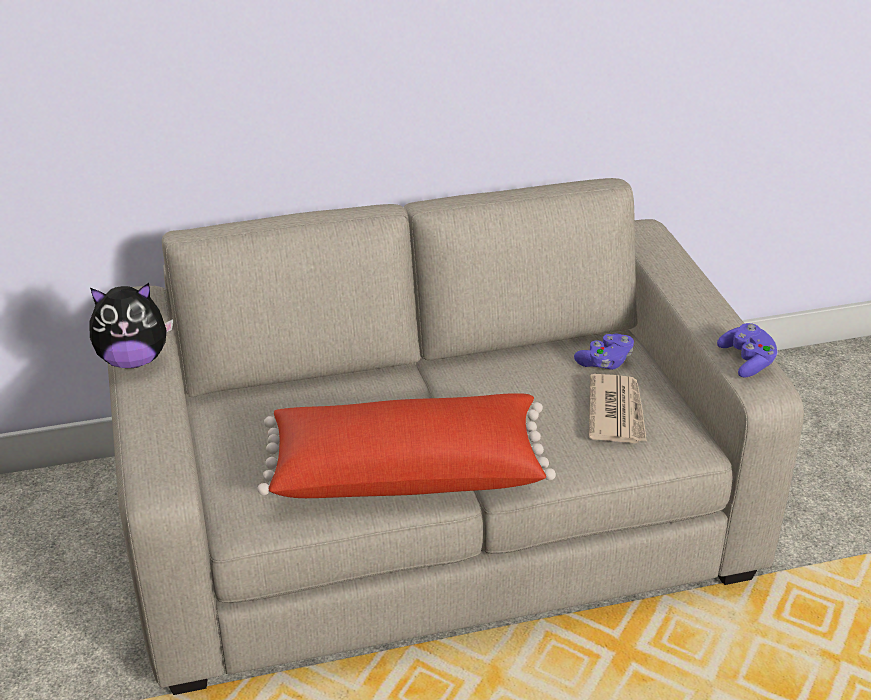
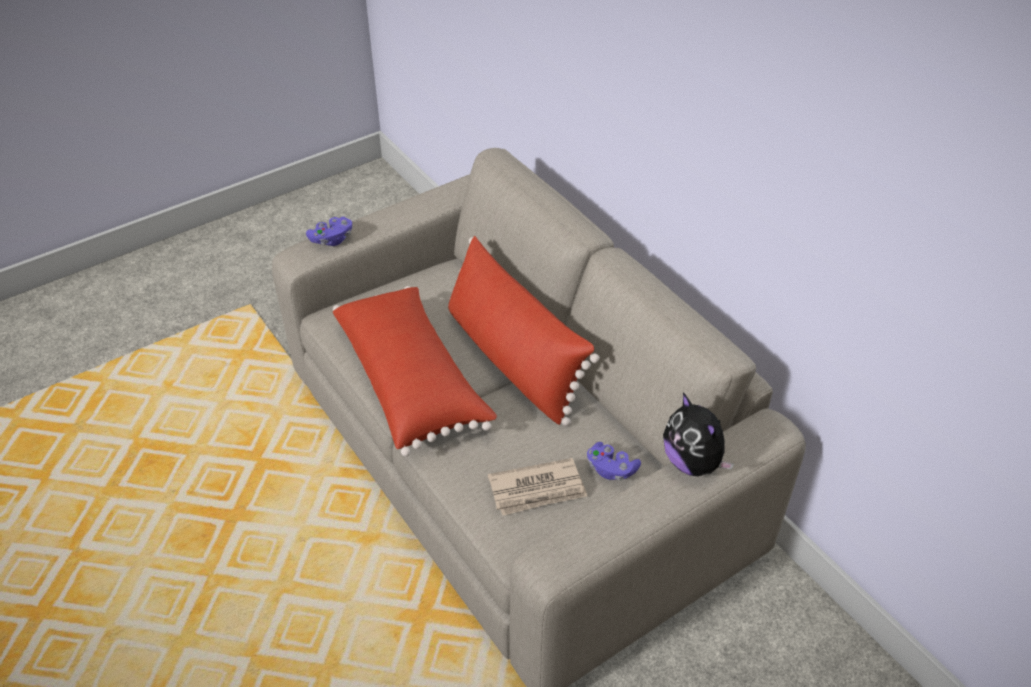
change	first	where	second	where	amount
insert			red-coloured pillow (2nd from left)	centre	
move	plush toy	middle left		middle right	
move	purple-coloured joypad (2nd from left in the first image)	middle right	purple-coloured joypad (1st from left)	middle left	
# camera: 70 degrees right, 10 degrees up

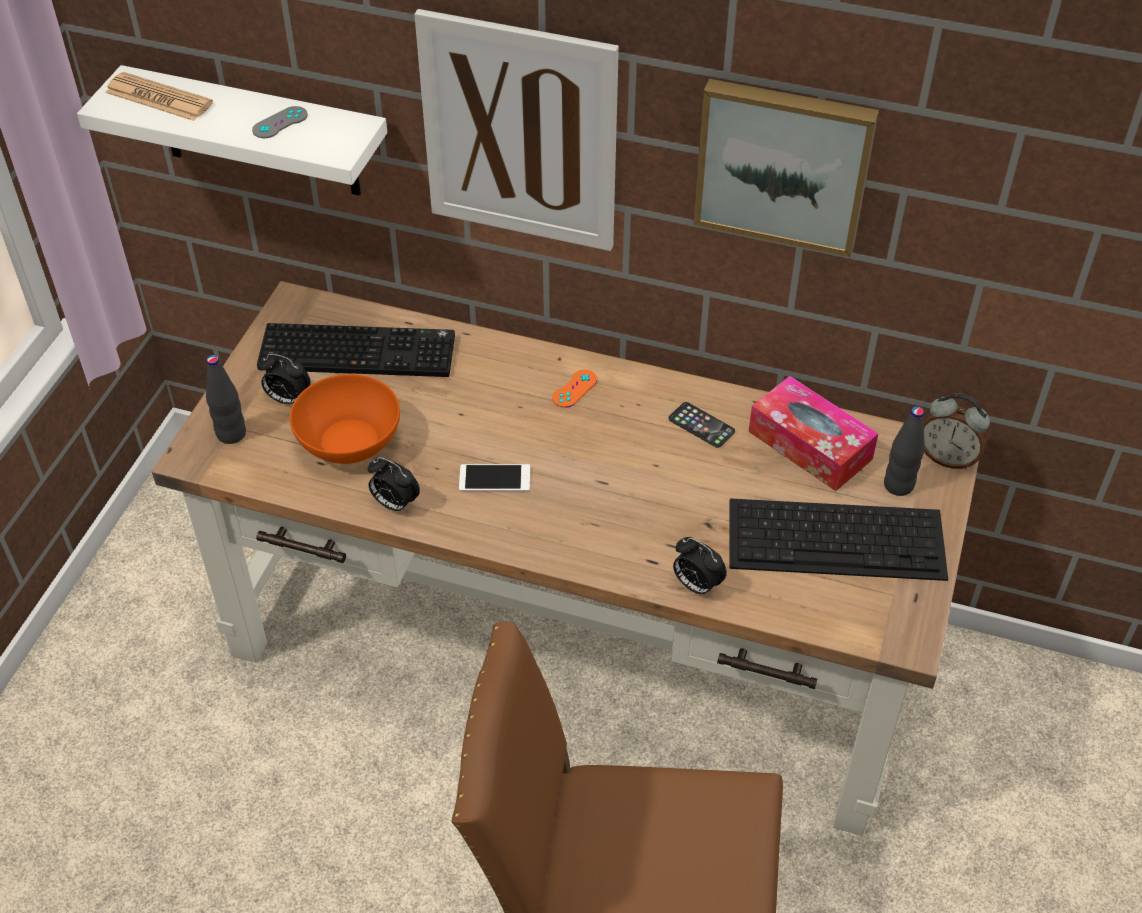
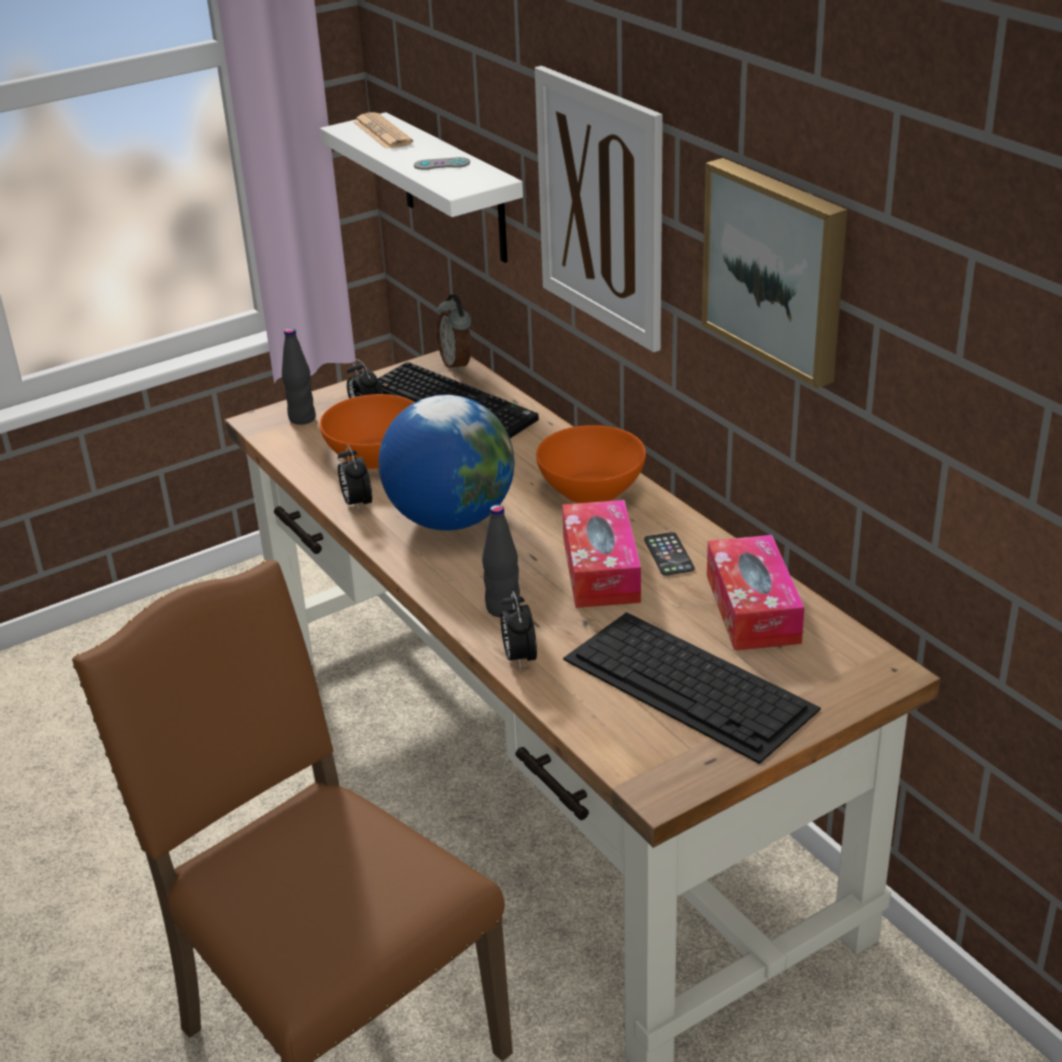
change	first	where	second	where	amount
insert			box of tissues (1st from left)	centre	
move	black-coloured beverage bottle (2nd from left)	middle right		centre	
move	table clock (4th from left in the first image)	middle right	table clock (3rd from left)	top centre	
replace	telephone (1st from left)	centre	world globe	centre	
replace	orange-coloured joypad	centre	orange-coloured deep dish (2nd from left)	centre	
# camera: 40 degrees right, 15 degrees down

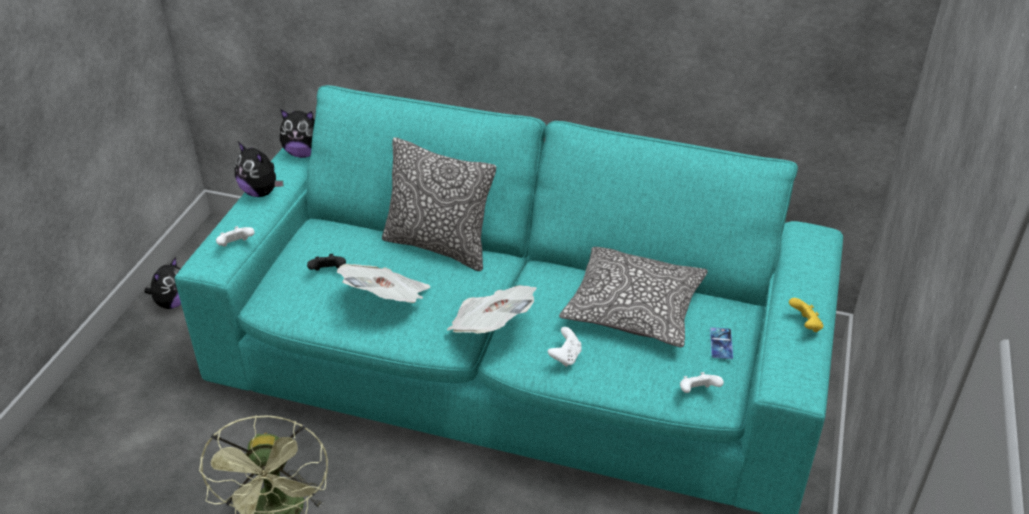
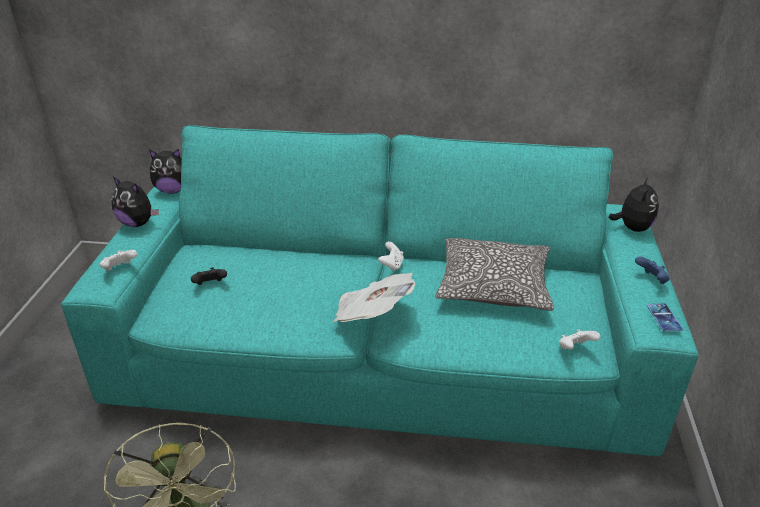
change	first	where	second	where	amount
delete	daily paper (1st from left)	centre			
delete	pillow (1st from left)	centre			
move	plush toy (1st from left in the first image)	middle left	plush toy (3rd from left)	middle right	
move	whitish joypad (2nd from left)	bottom centre		centre	
move	telephone	bottom right		middle right	
recolor	yellowish joypad	middle right	bluish joypad	middle right	
# camera: 10 degrees left, 5 degrees down

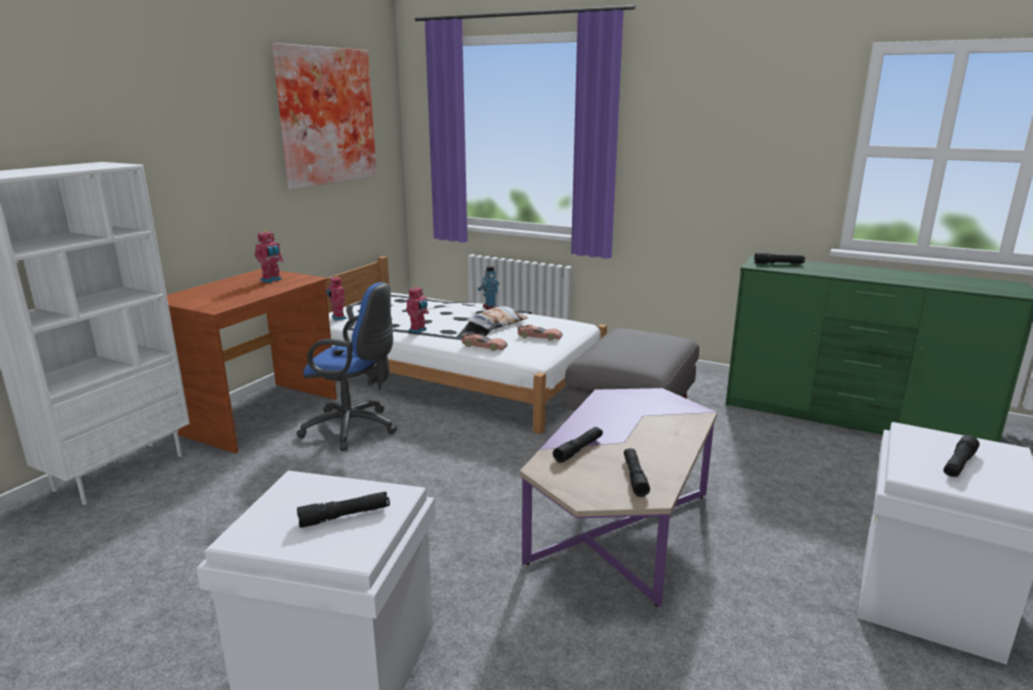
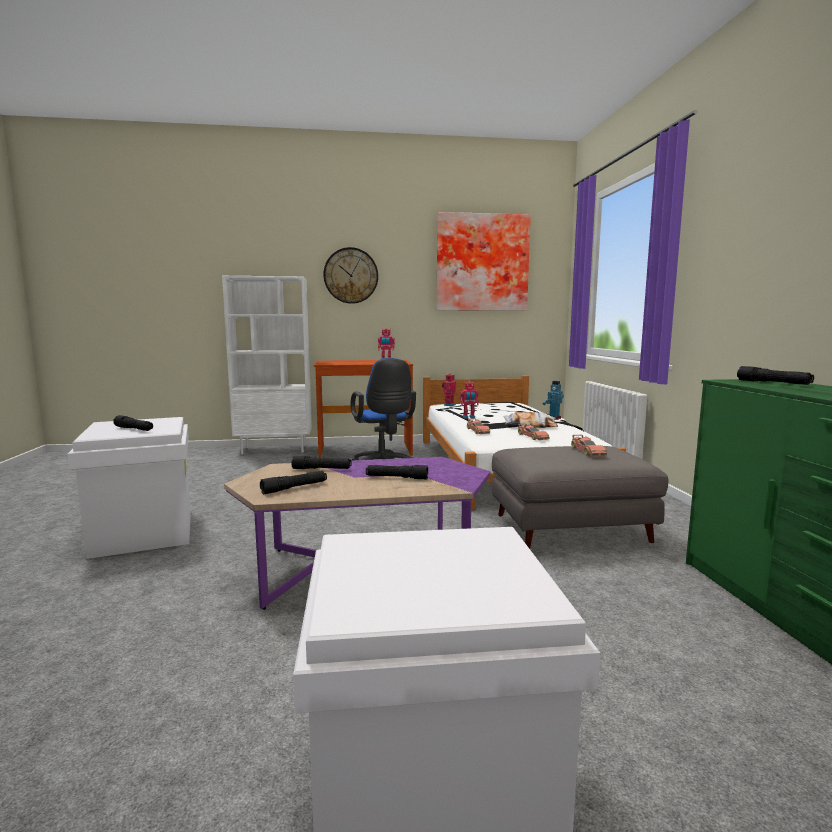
change	first	where	second	where	amount
insert			wall clock	top centre	
insert			model car (3rd from left)	middle right	
move	black-coloured torch (5th from left in the first image)	middle right	black-coloured torch (4th from left)	centre	
# camera: 55 degrees right, 10 degrees down

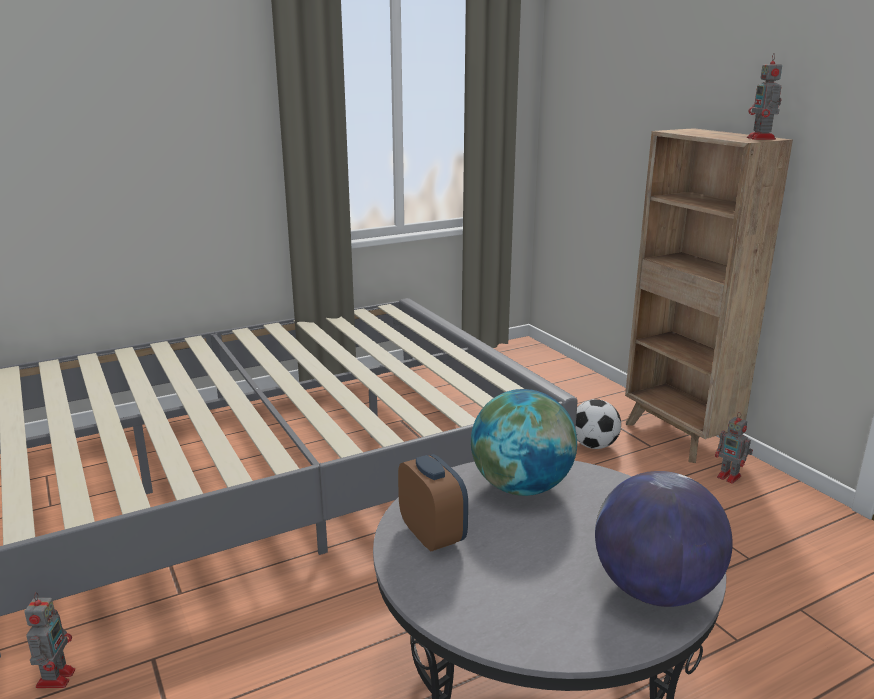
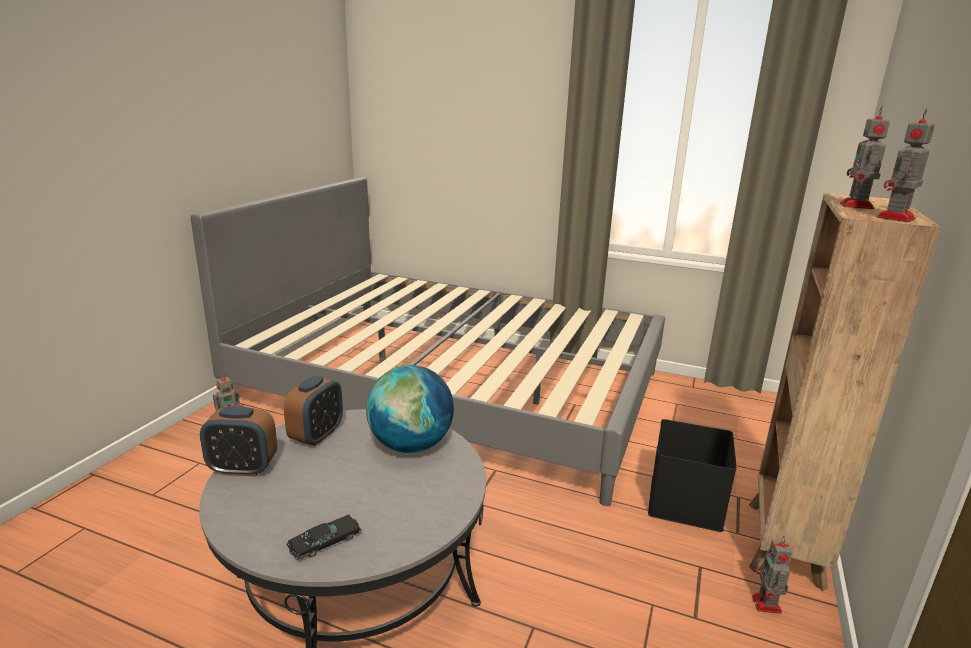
change	first	where	second	where	amount
insert			table clock (1st from left)	bottom left	
insert			toy robot (3rd from left)	top right	
replace	football	middle right	black-coloured storage bin	bottom right	
replace	world globe (2nd from left)	bottom right	black-coloured model car	bottom centre	
# camera: 50 degrees right, 0 degrees up

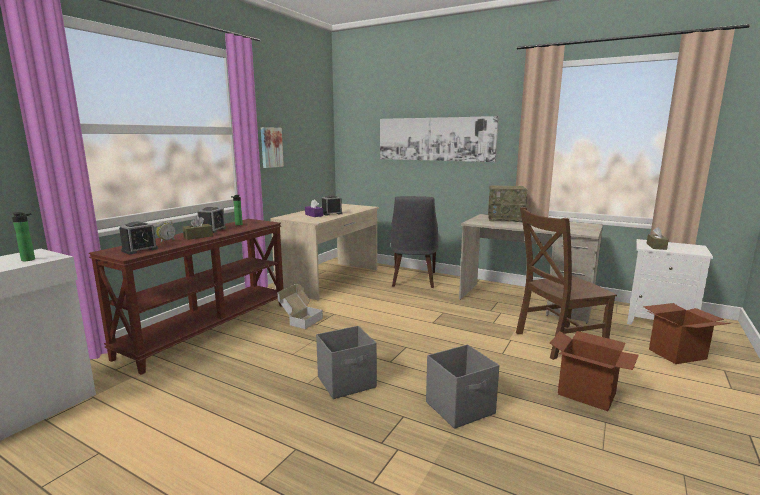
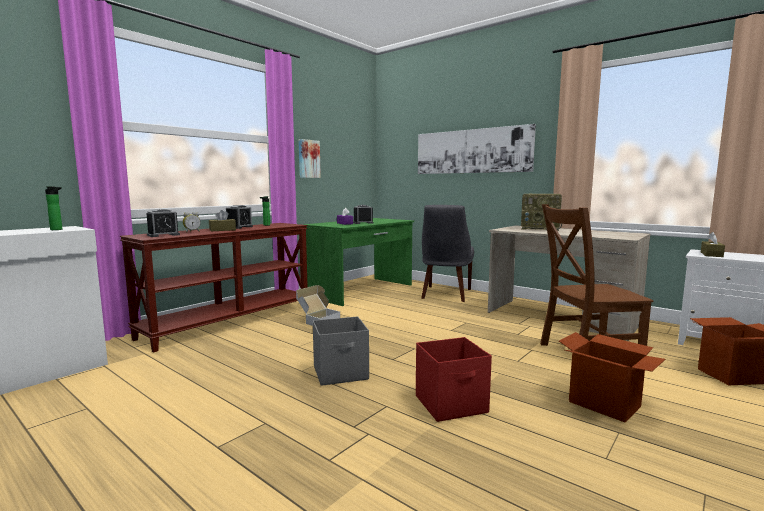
change	first	where	second	where	amount
recolor	beige-coloured desk unit (1st from left)	centre	green-coloured desk unit	centre	
recolor	gray storage bin (2nd from left)	bottom centre	red-coloured storage bin	bottom centre	
# camera: 10 degrees right, 5 degrees down

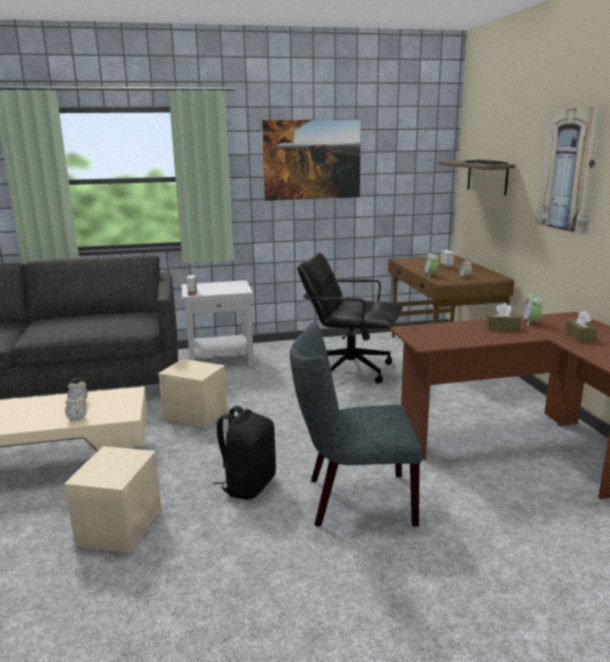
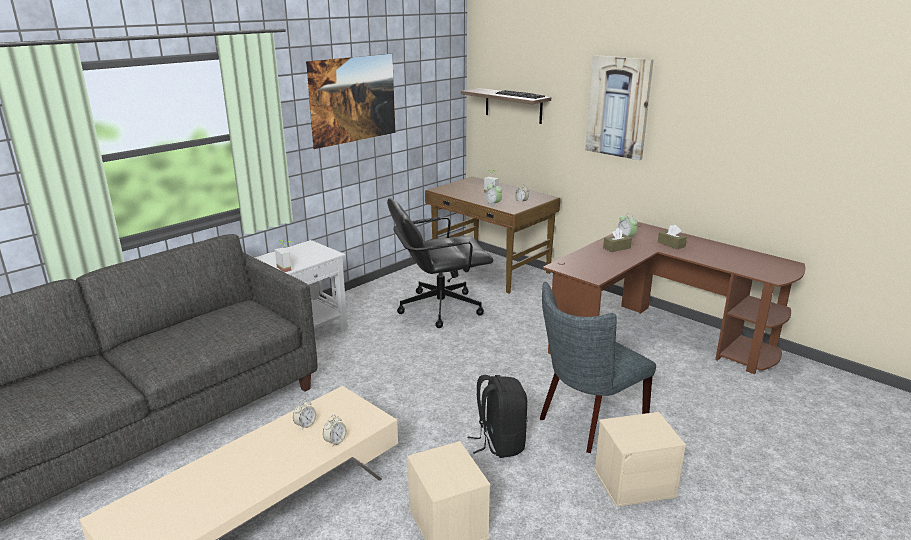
change	first	where	second	where	amount
move	beige-coloured storage bin (2nd from left)	middle left		bottom right	
# camera: 35 degrees left, 5 degrees up

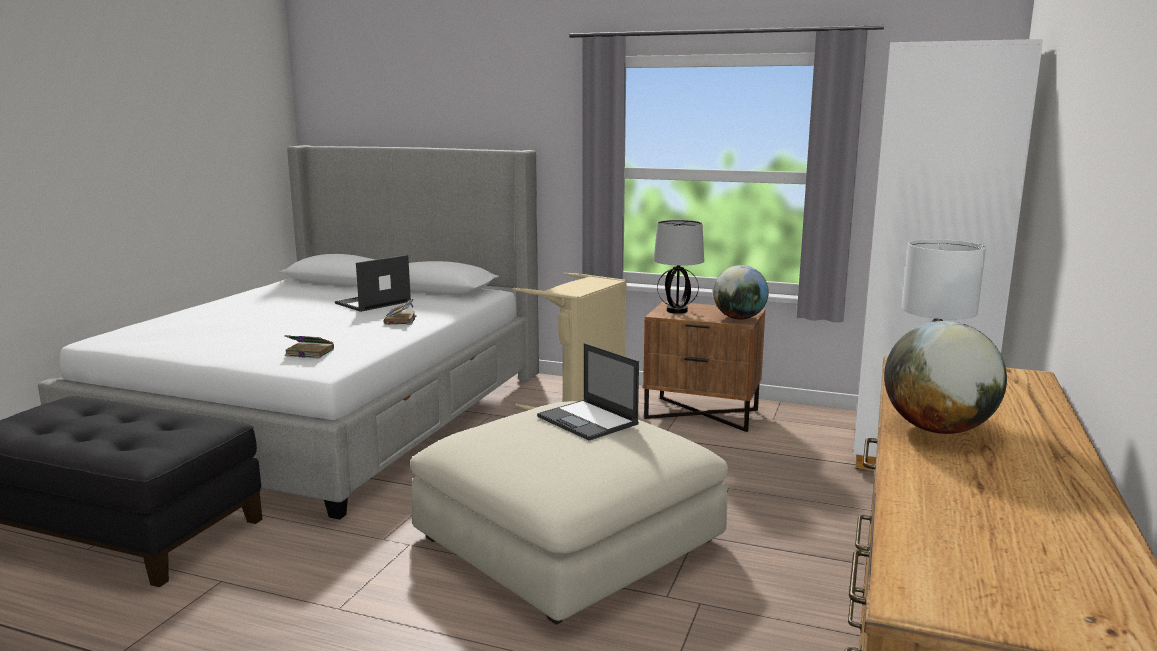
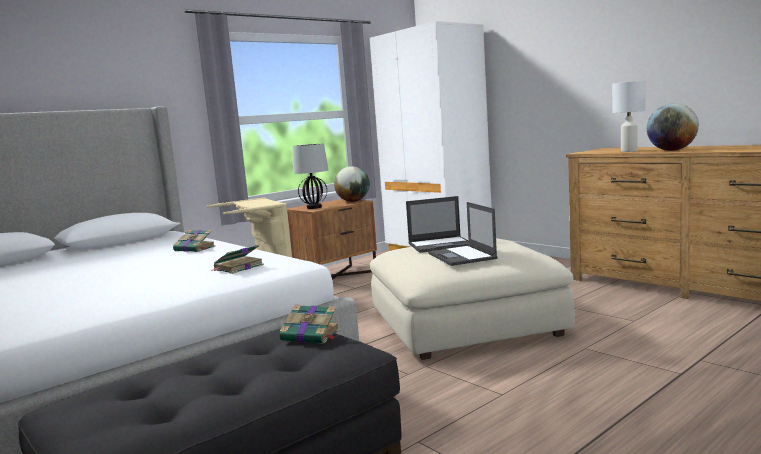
change	first	where	second	where	amount
insert			volume (3rd from left)	bottom centre	
move	notebook computer (1st from left in the first image)	middle left	notebook computer (2nd from left)	centre	
# camera: 60 degrees left, 5 degrees down

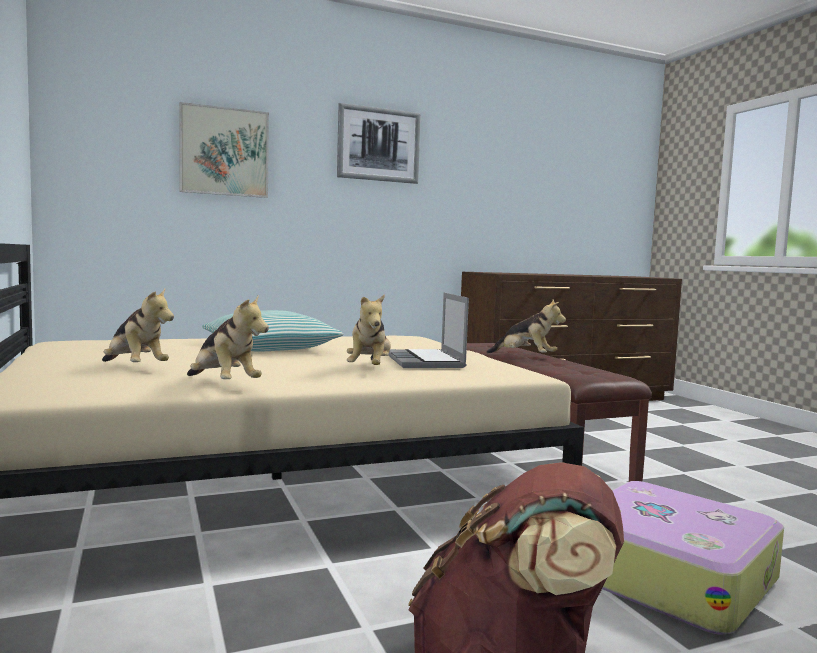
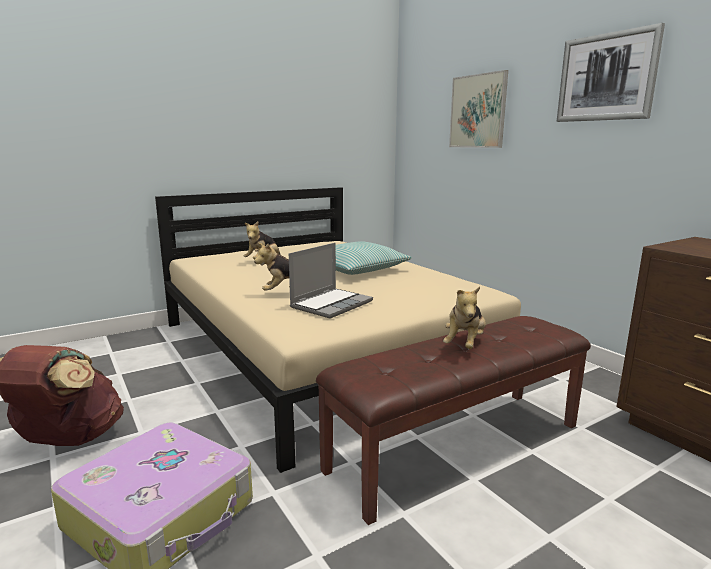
change	first	where	second	where	amount
delete	plush toy (2nd from left)	middle left			
rotate	notebook computer	centre		centre	150 degrees clockwise
# camera: 80 degrees right, 10 degrees up

